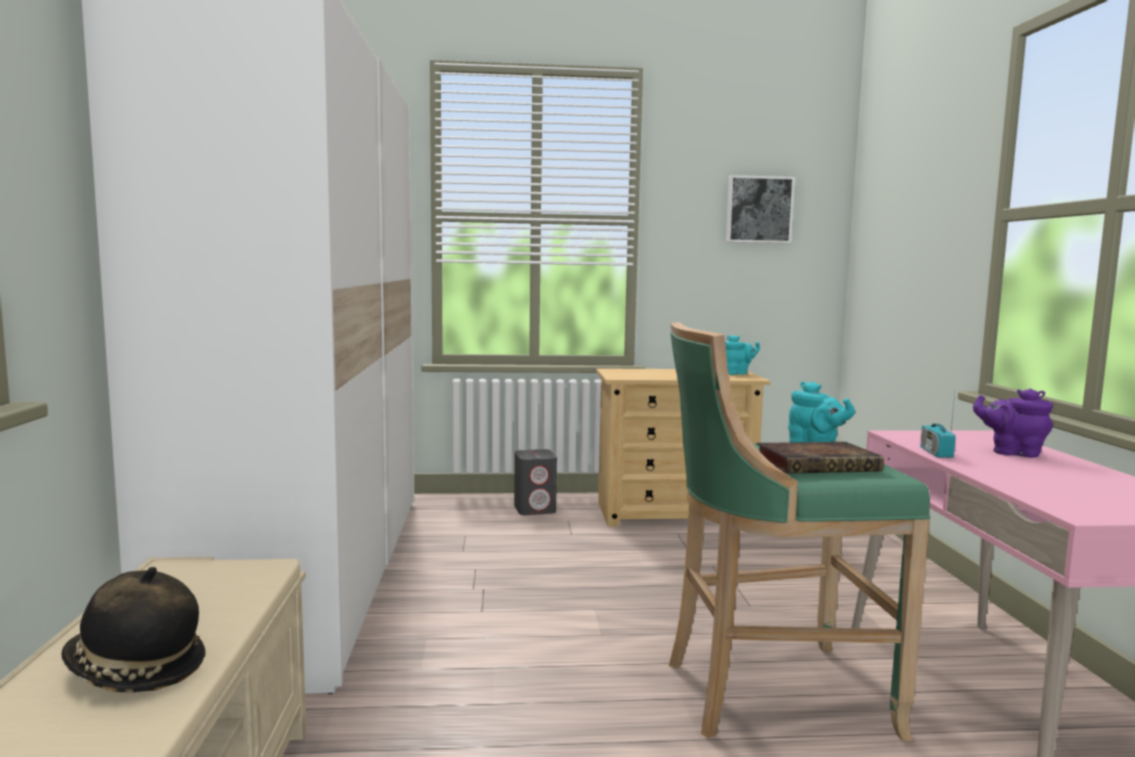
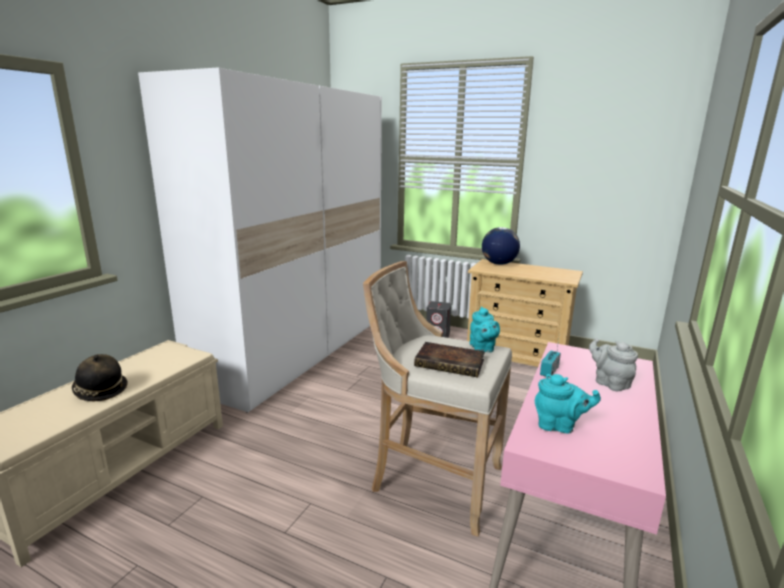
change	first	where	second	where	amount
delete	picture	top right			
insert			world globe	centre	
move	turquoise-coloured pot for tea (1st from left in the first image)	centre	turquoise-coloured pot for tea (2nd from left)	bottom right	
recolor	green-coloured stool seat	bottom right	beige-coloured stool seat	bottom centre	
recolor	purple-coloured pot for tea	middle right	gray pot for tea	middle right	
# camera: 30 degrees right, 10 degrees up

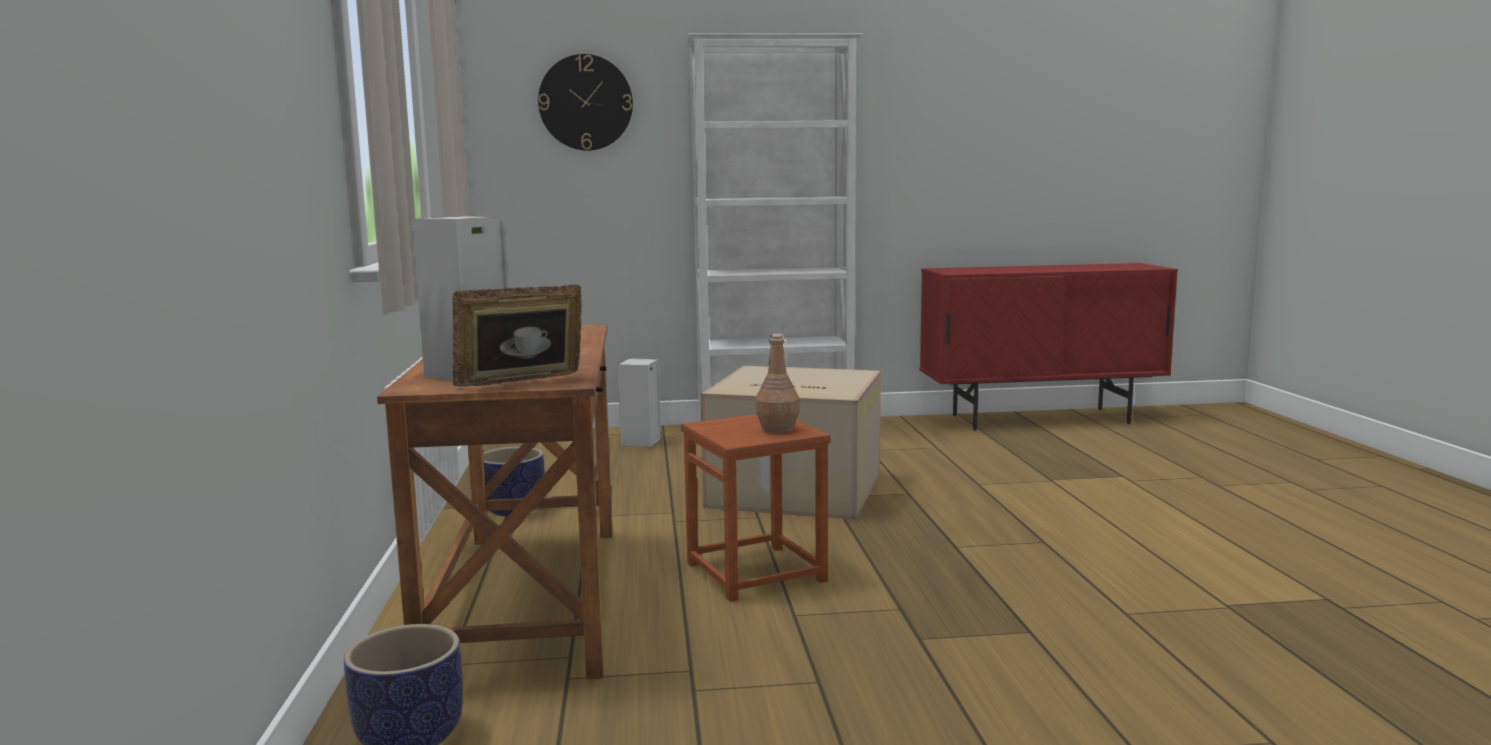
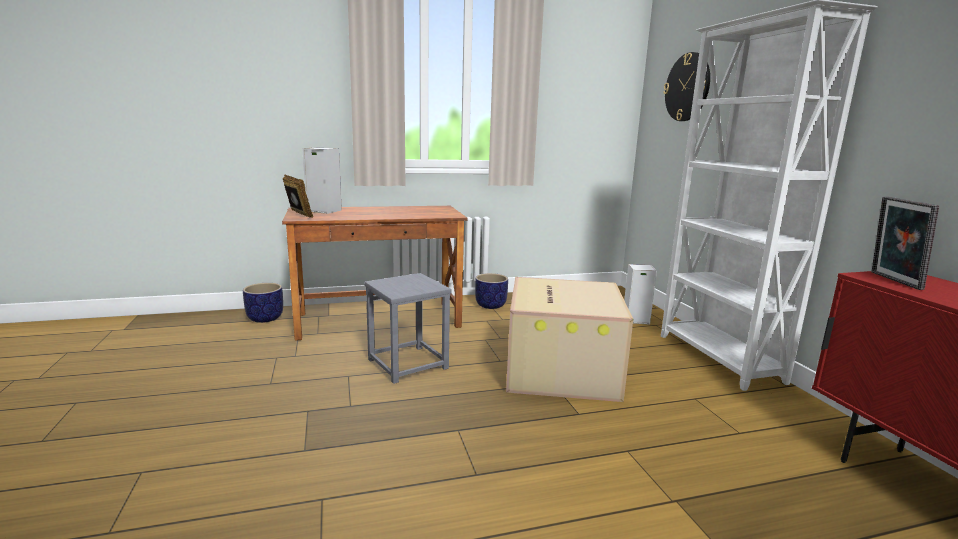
change	first	where	second	where	amount
delete	brown-coloured beverage bottle	centre			
insert			photo frame (2nd from left)	middle right	
recolor	brown-coloured stool seat	bottom centre	gray stool seat	centre	
# camera: 80 degrees right, 5 degrees up

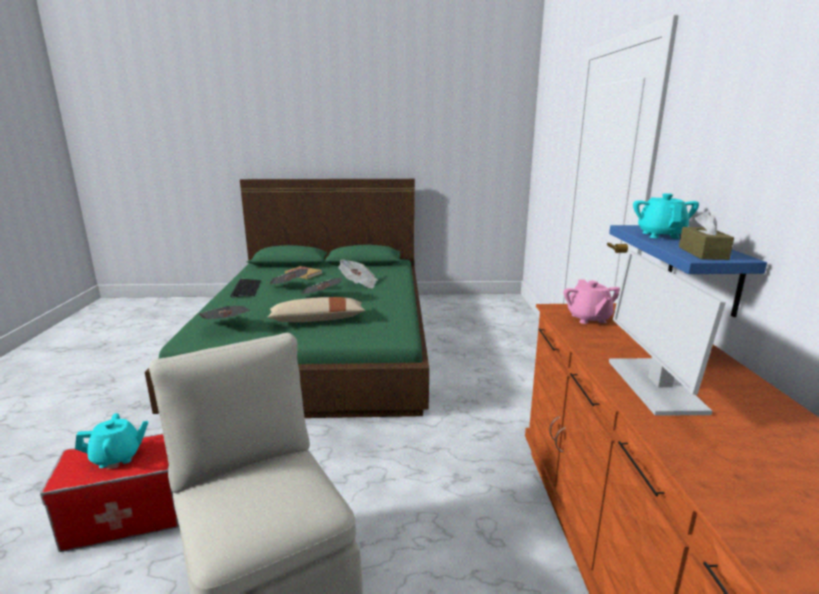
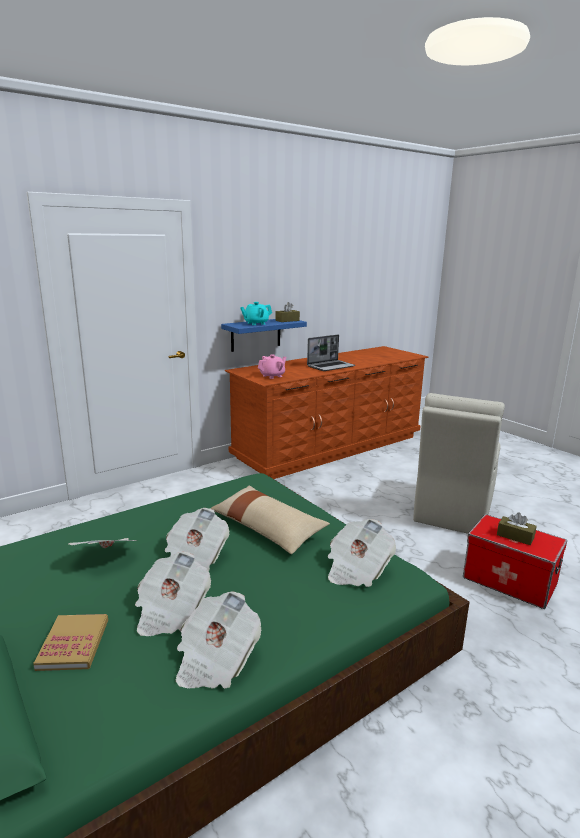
change	first	where	second	where	amount
replace	turquoise-coloured pot for tea (1st from left)	bottom left	brown-coloured box of tissues (2nd from left)	middle right	
replace	PC keyboard	middle left	daily paper (4th from left)	bottom centre	
replace	computer screen	middle right	notebook computer	centre	
# camera: 125 degrees left, 0 degrees up

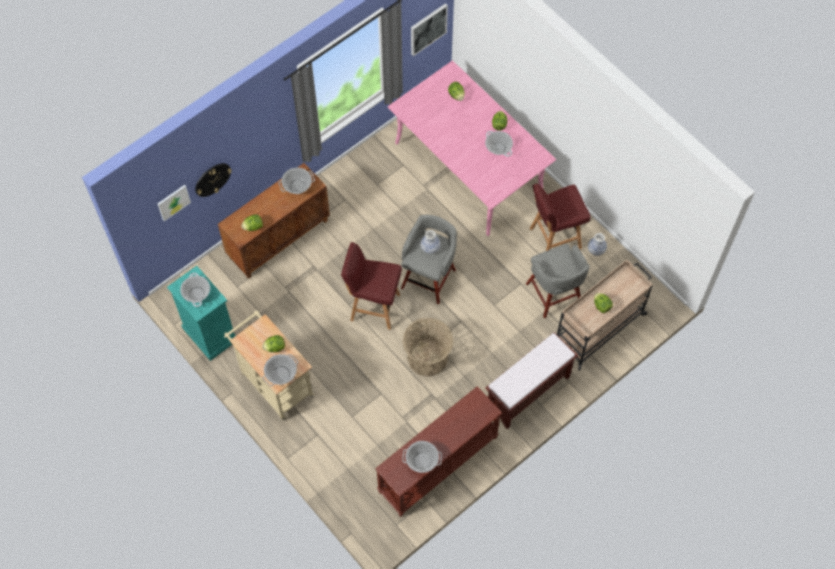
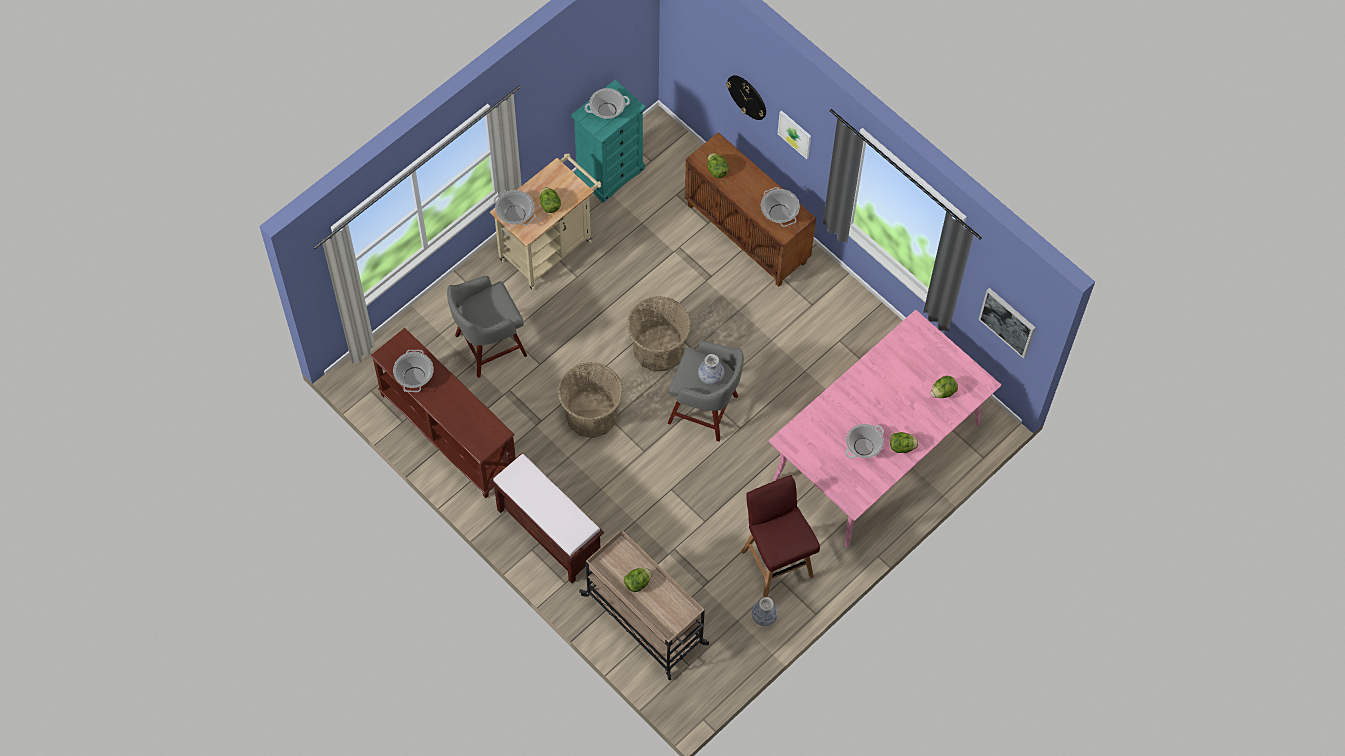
change	first	where	second	where	amount
move	picture (1st from left)	middle left		top centre	
move	gray stool seat (2nd from left in the first image)	middle right	gray stool seat (1st from left)	centre	
replace	red-coloured stool seat (1st from left)	centre	basket (2nd from left)	centre	
# camera: 85 degrees right, 0 degrees up

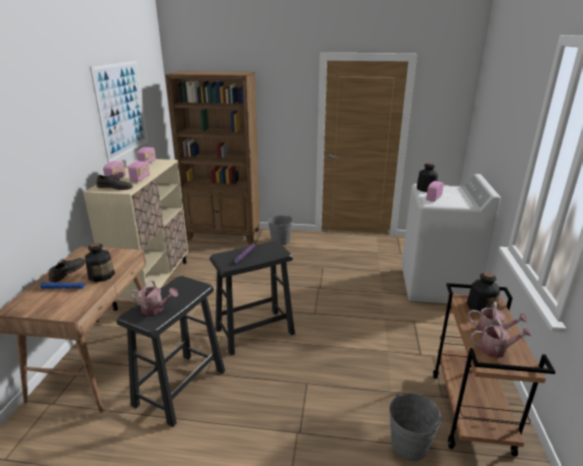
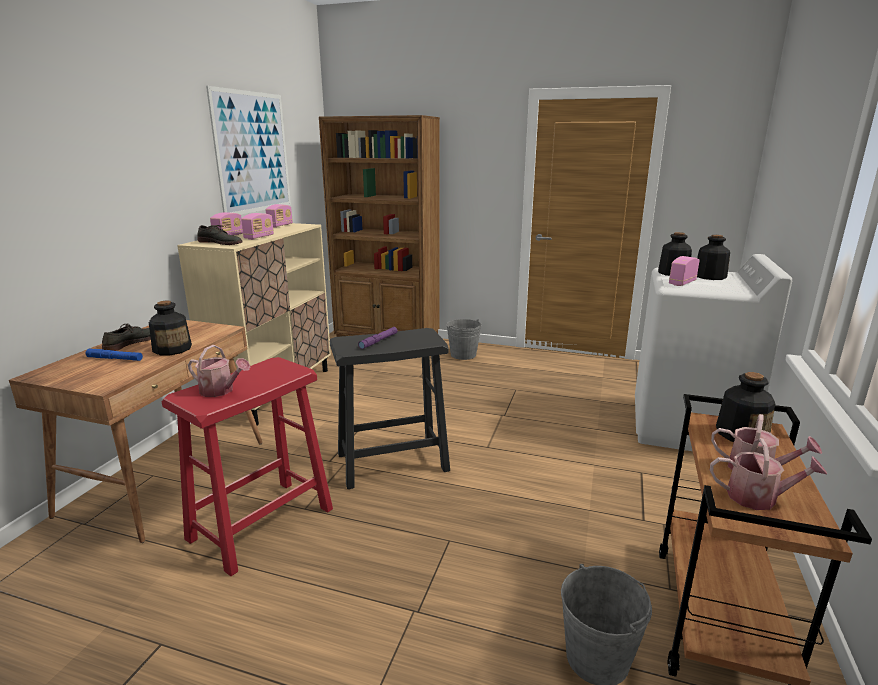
change	first	where	second	where	amount
insert			beverage bottle (3rd from left)	middle right	
recolor	black-coloured stool seat (1st from left)	bottom left	red-coloured stool seat	bottom left	
# camera: 10 degrees right, 5 degrees down

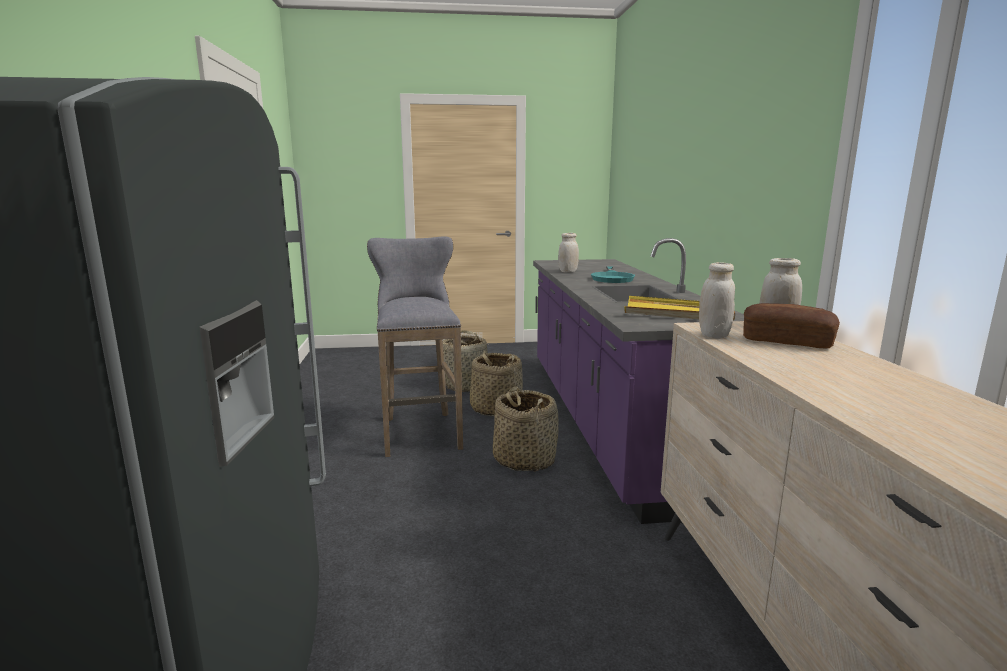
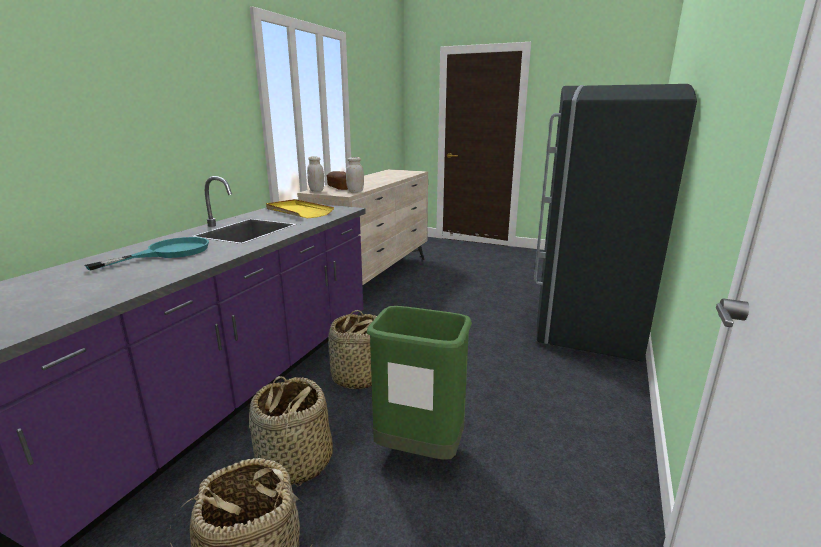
change	first	where	second	where	amount
delete	whitish preserve jar (1st from left)	centre			
replace	gray stool seat	centre	green-coloured trash can	bottom centre	
# camera: 150 degrees left, 5 degrees up

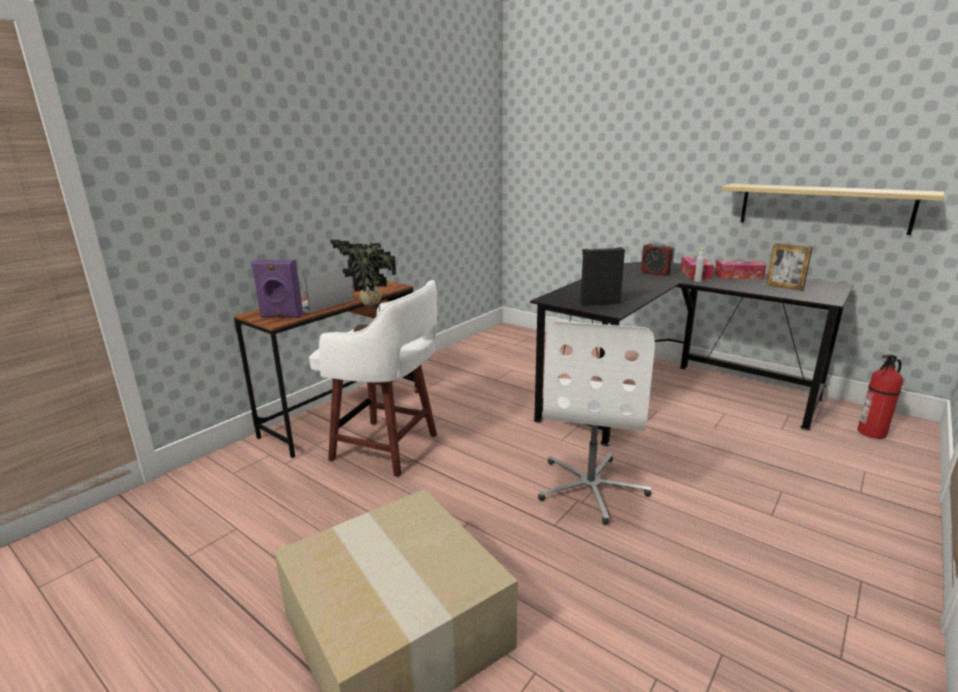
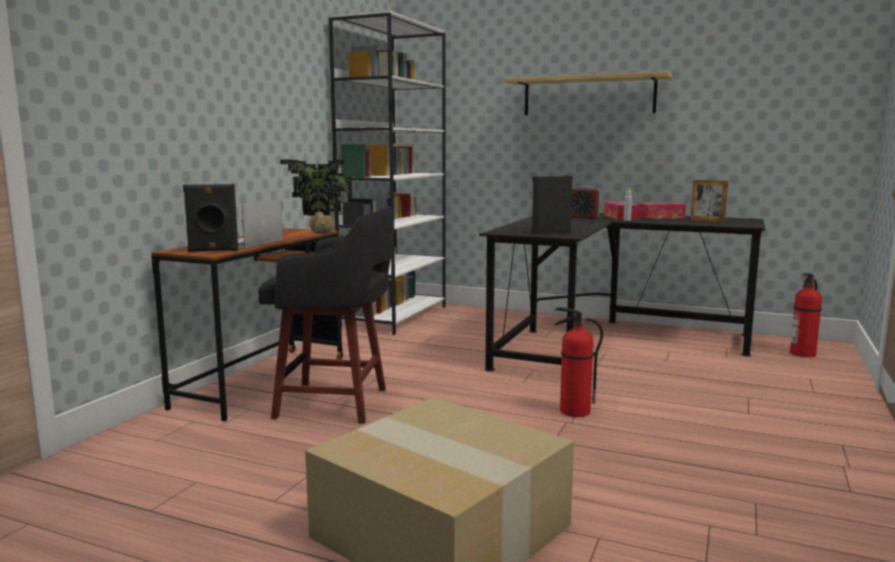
change	first	where	second	where	amount
insert			whitish bookshelf	top centre	
move	shelf	top right		top centre	
replace	whitish desk chair	centre	extinguisher (1st from left)	centre	
recolor	purple-coloured audio speaker	middle left	black-coloured audio speaker (1st from left)	middle left	
recolor	whitish stool seat	centre	black-coloured stool seat	centre	
# camera: 15 degrees left, 10 degrees down

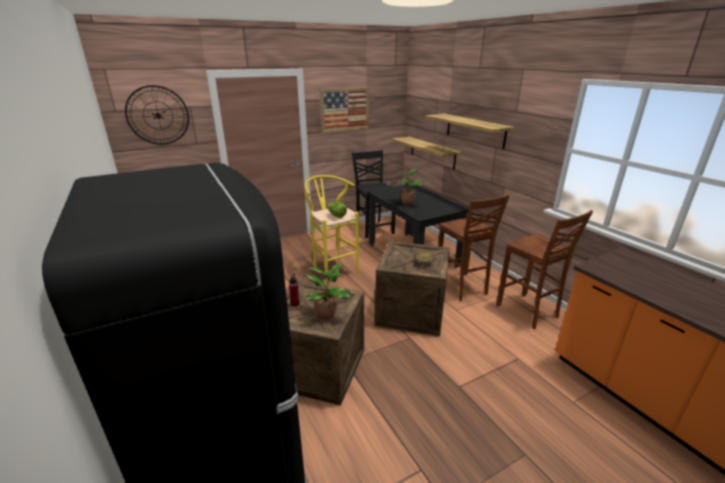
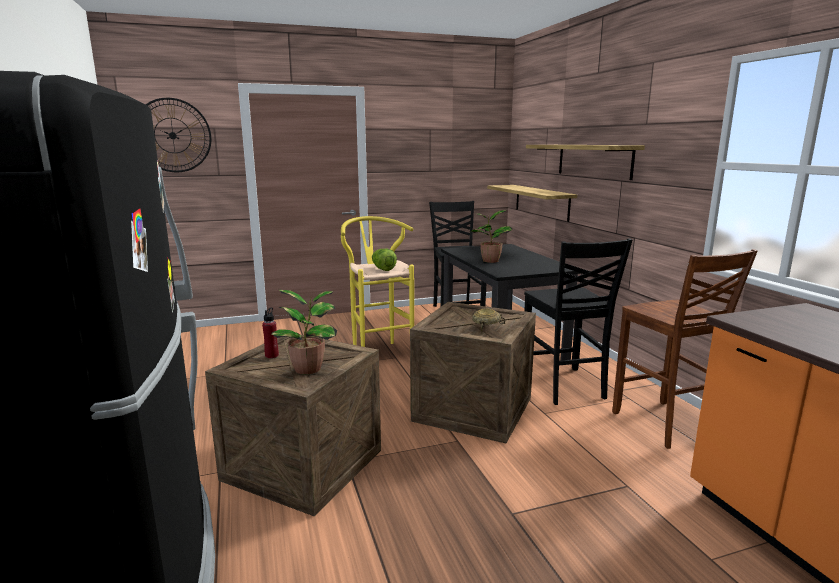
change	first	where	second	where	amount
delete	picture	top centre			
replace	brown-coloured stool seat (1st from left)	centre	black-coloured plain chair (2nd from left)	middle right	
# camera: 10 degrees right, 10 degrees down

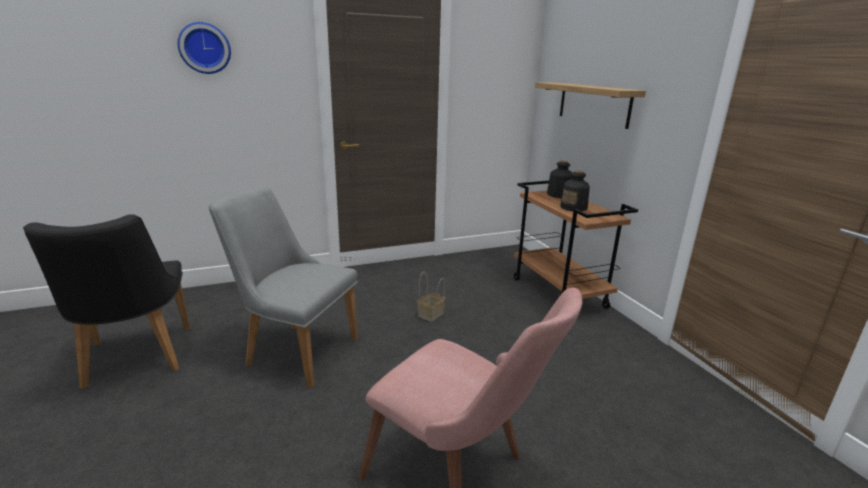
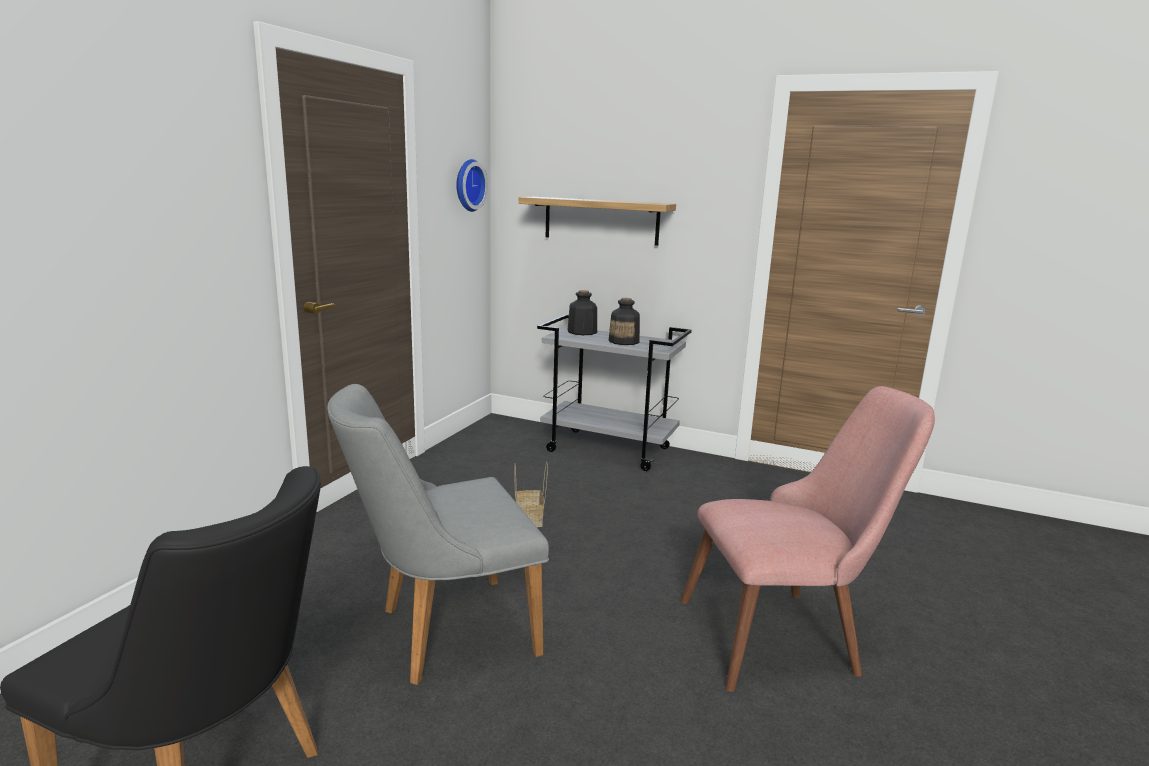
change	first	where	second	where	amount
move	wall clock	top left		top centre	
recolor	brown-coloured cart	centre	gray cart	centre	
# camera: 45 degrees left, 5 degrees down

